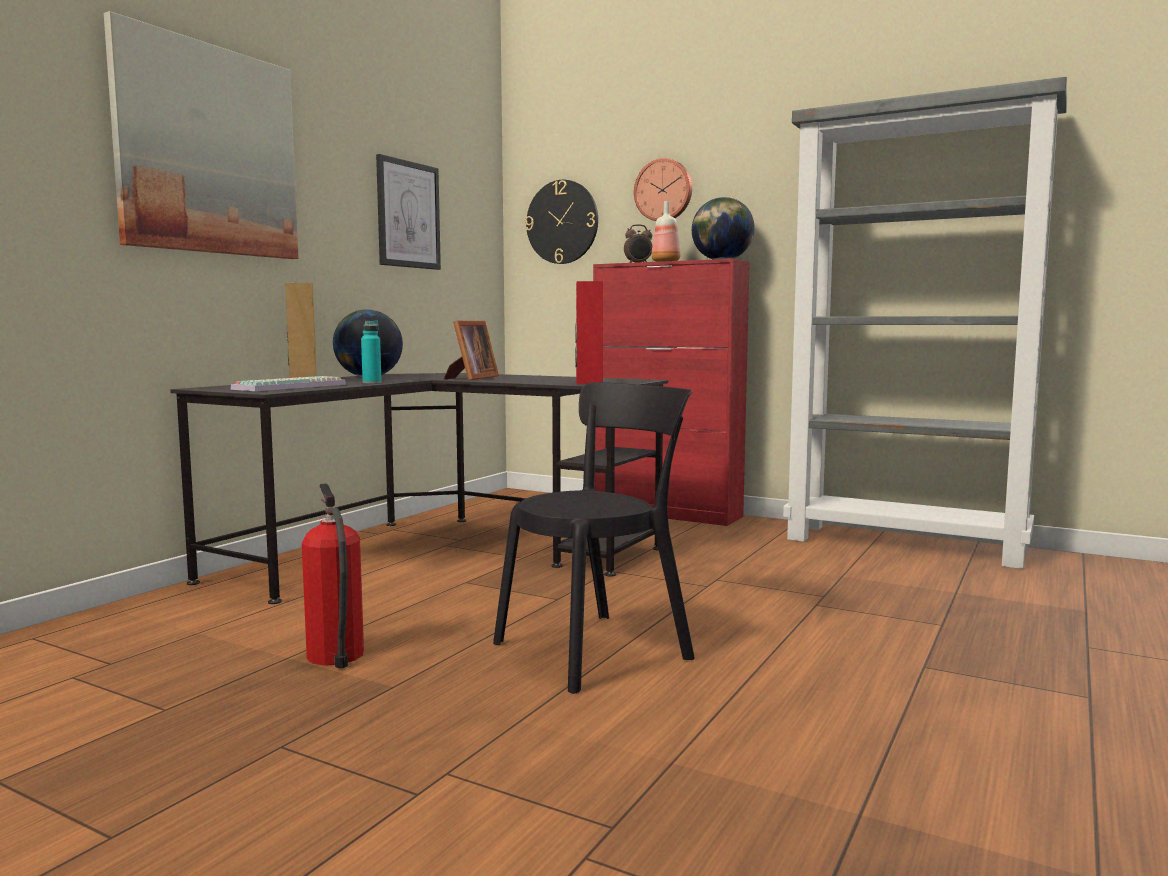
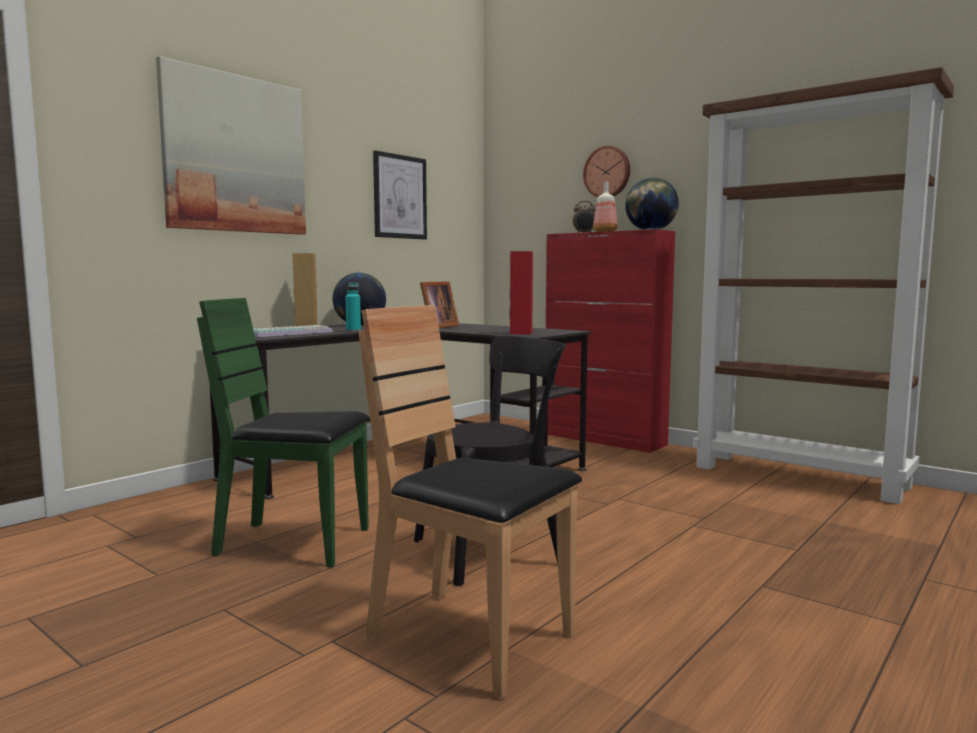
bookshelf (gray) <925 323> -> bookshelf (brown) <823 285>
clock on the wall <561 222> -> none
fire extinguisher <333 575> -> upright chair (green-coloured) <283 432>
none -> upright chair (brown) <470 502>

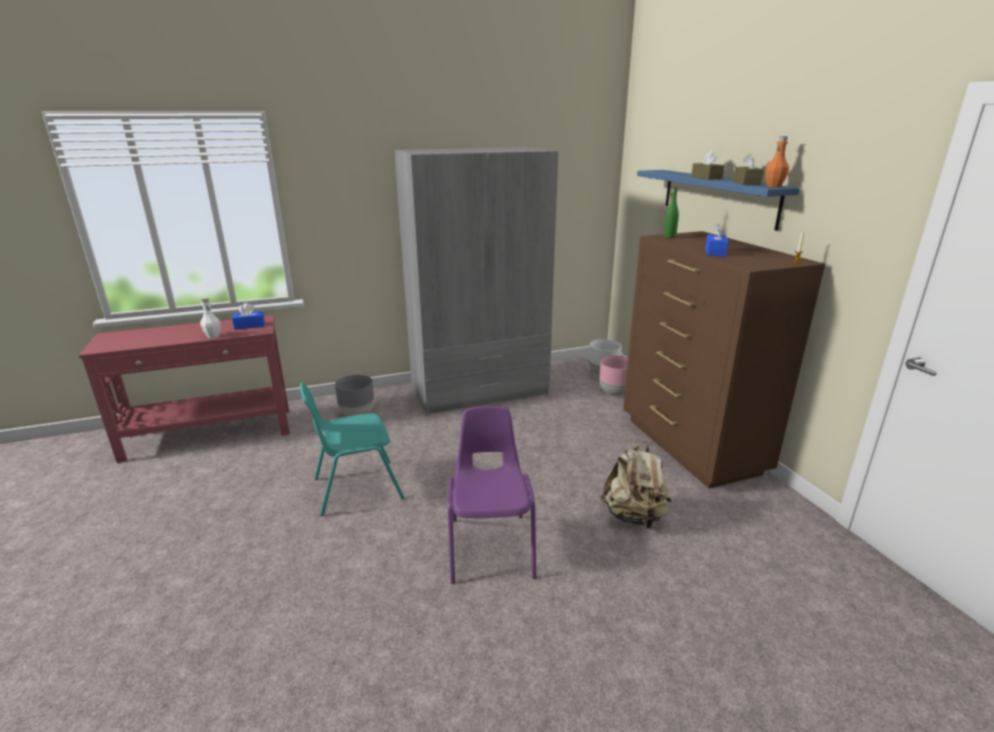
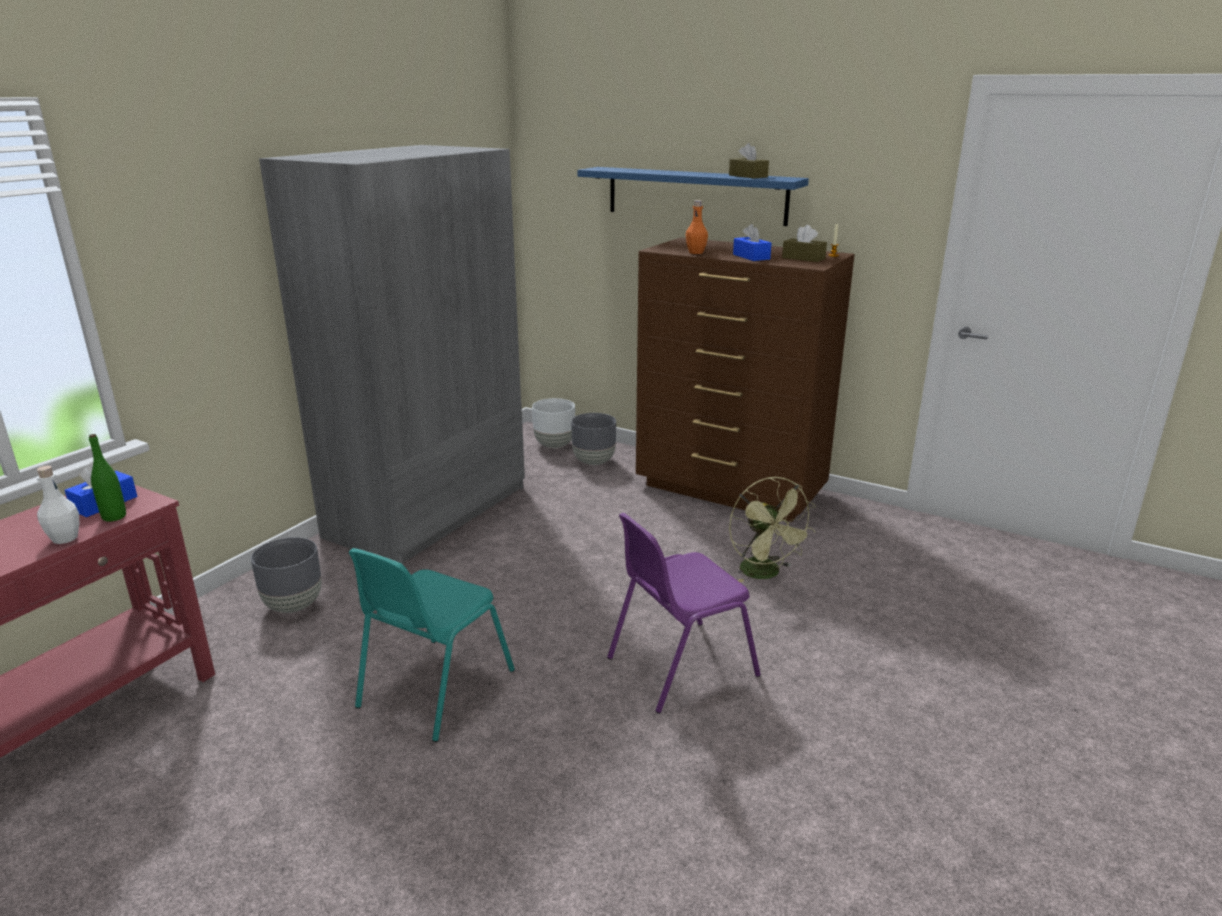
drink bottle (orange-coloured) <777 161> -> drink bottle (orange-coloured) <696 227>, relocated
tissue box (brown) <707 165> -> tissue box (brown) <804 243>, relocated
drink bottle (green-coloured) <671 212> -> drink bottle (green-coloured) <107 478>, relocated
flower pot (pink-coloured) <613 376> -> flower pot (gray) <593 439>
upright chair (purplish) <492 495> -> upright chair (purplish) <684 613>, 75 degrees counterclockwise
knapsack (sand-coloured) <636 485> -> electric fan (green-coloured) <772 530>

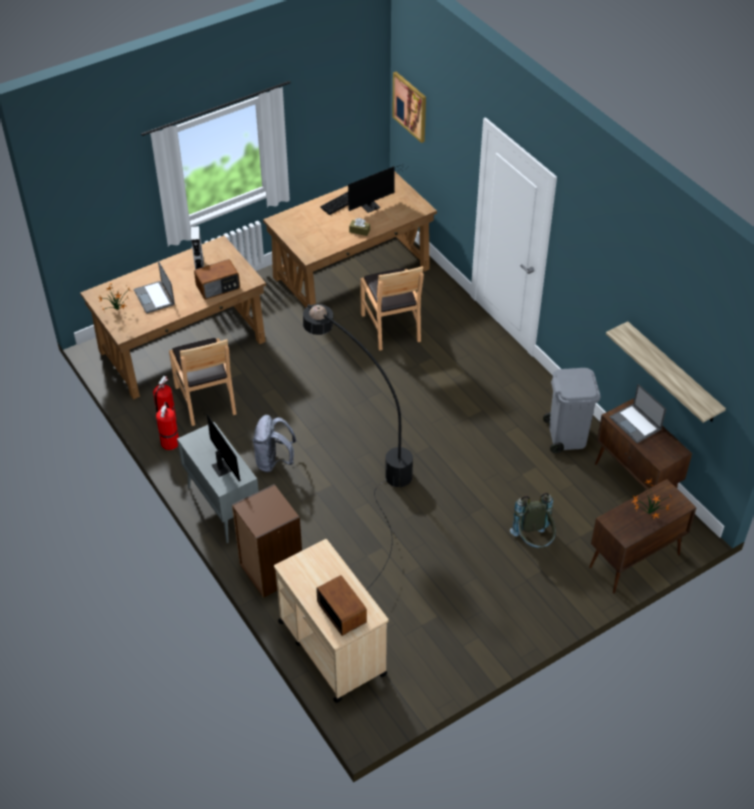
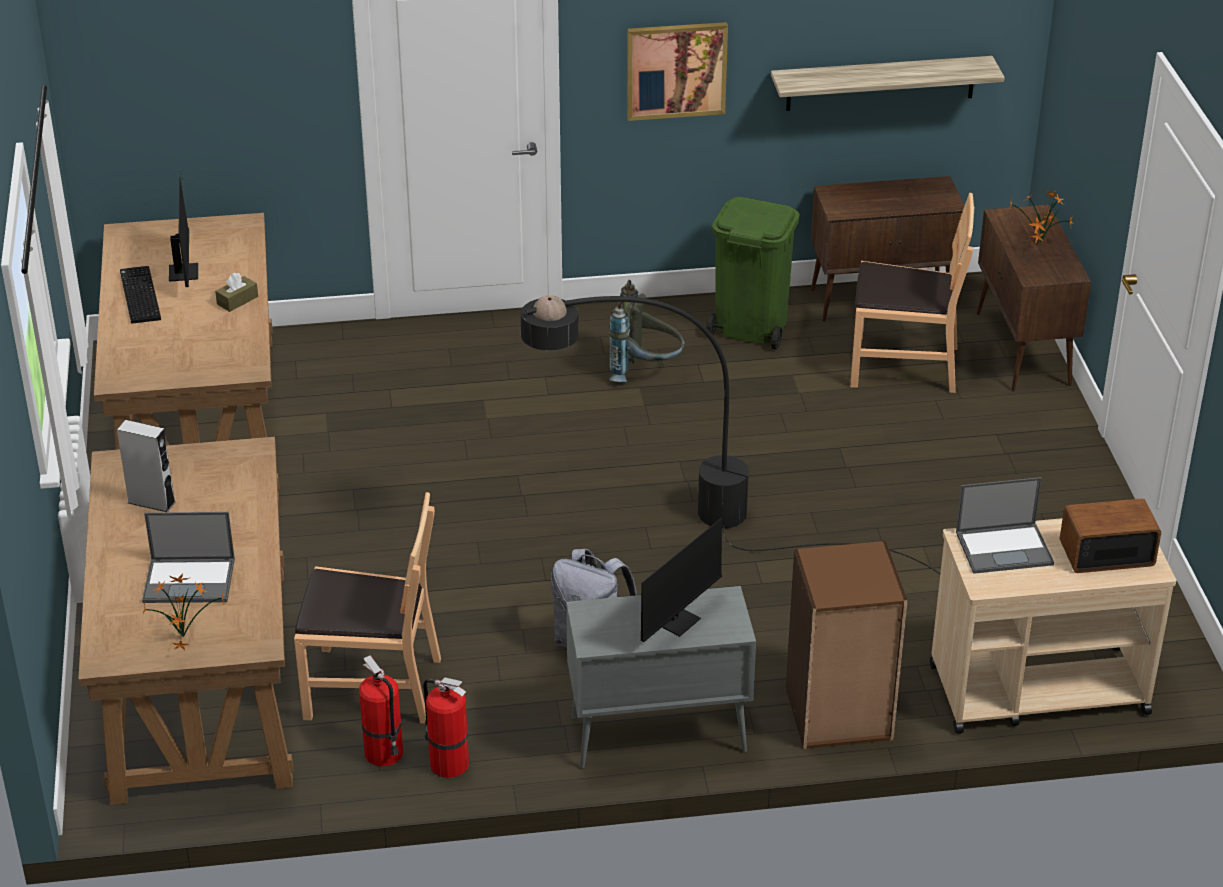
wall art <409 107> -> wall art <677 71>, relocated
radio <217 279> -> none
upright chair (brown) <392 308> -> upright chair (brown) <912 293>, relocated
trash can (gray) <571 410> -> trash can (green-coloured) <753 273>
laptop <637 413> -> laptop <1005 525>, relocated
computer screen <221 445> -> computer screen <691 576>, 135 degrees clockwise
knapsack (gray) <533 520> -> knapsack (gray) <647 331>, relocated

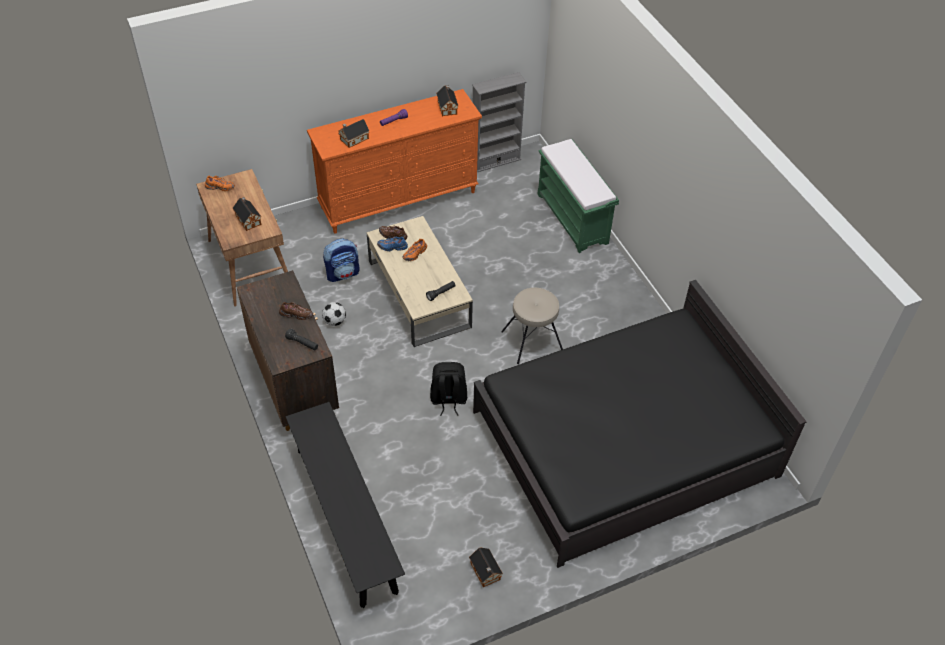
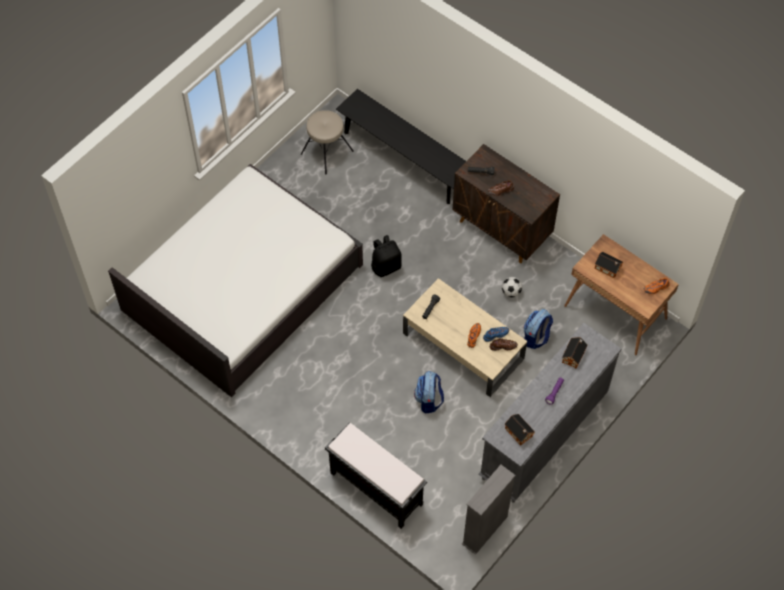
drawer chest (orange-coloured) <394 161> -> drawer chest (gray) <550 413>
long seat (green-coloured) <578 196> -> long seat (black-coloured) <376 475>
bedroom bed (black-coloured) <640 424> -> bedroom bed (whitish) <235 280>
stool seat (sand-coloured) <532 326> -> stool seat (sand-coloured) <327 142>, relocated
toy house <486 567> -> none
none -> knapsack <429 392>

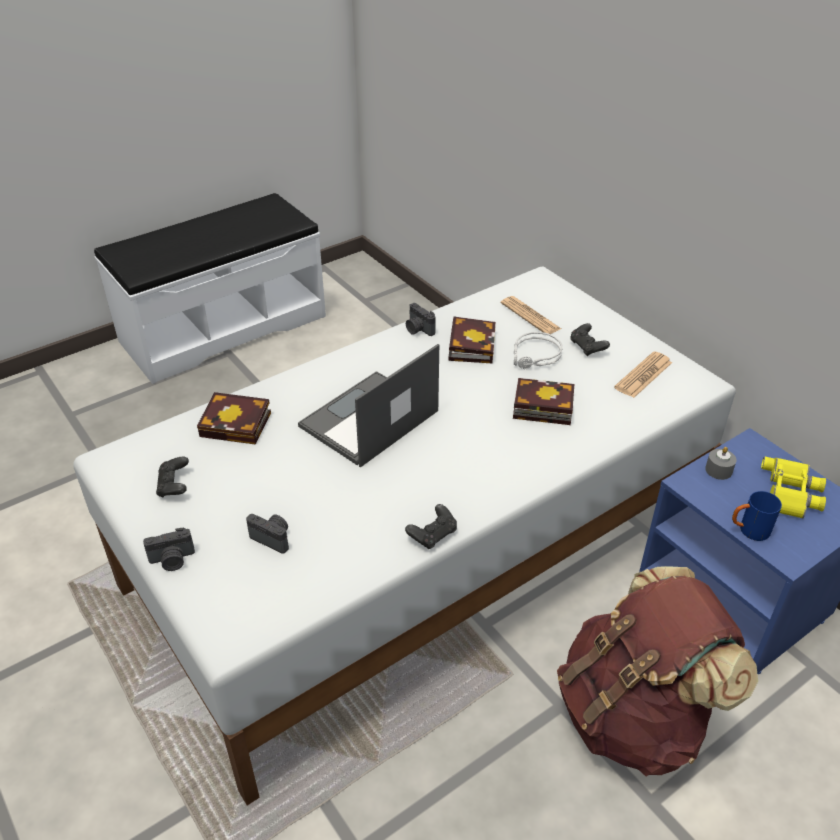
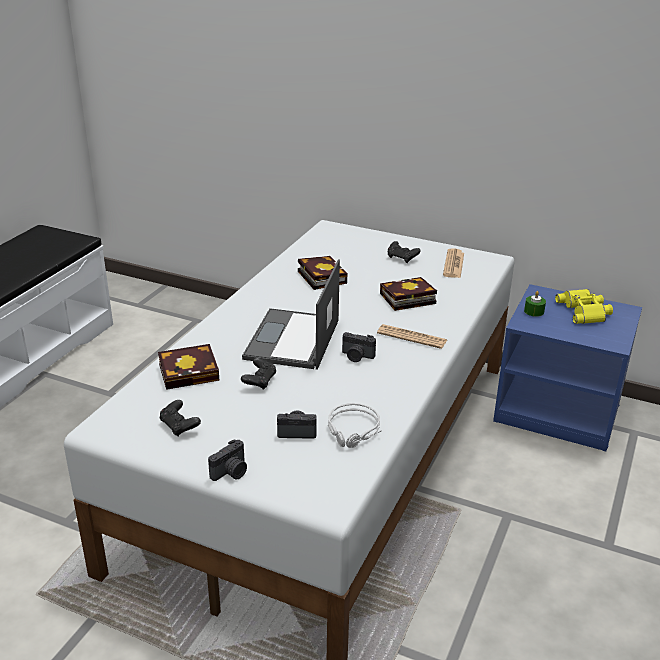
daily paper <531 315> -> daily paper <412 336>, relocated
photo camera <421 319> -> photo camera <359 347>, relocated
headphones (gray) <538 350> -> headphones (gray) <355 425>, relocated
wax candle (gray) <721 463> -> wax candle (green-coloured) <535 304>
tea mug (bluish) <757 516> -> none
gamepad (black-coloured) <431 526> -> gamepad (black-coloured) <258 374>, relocated
knapsack (brown) <657 671> -> none

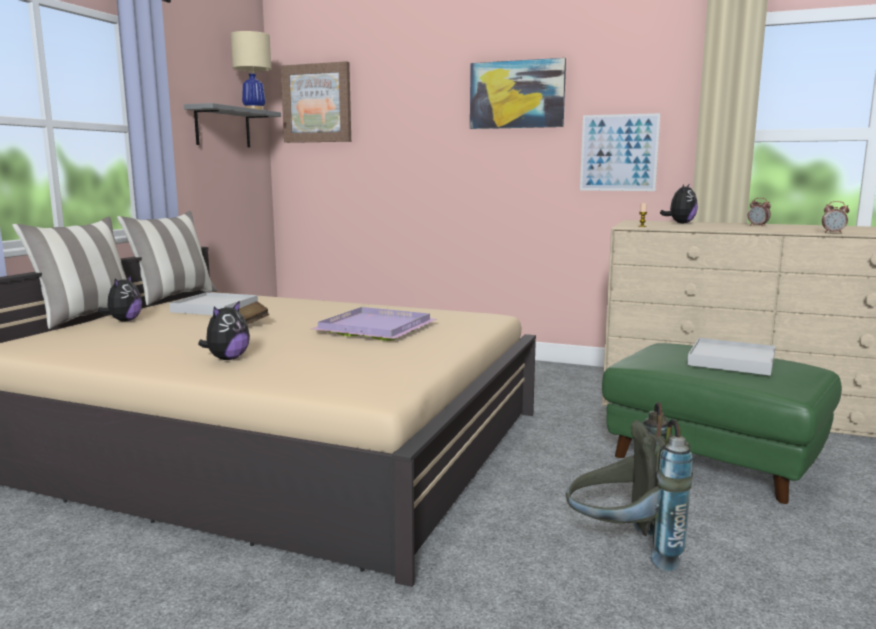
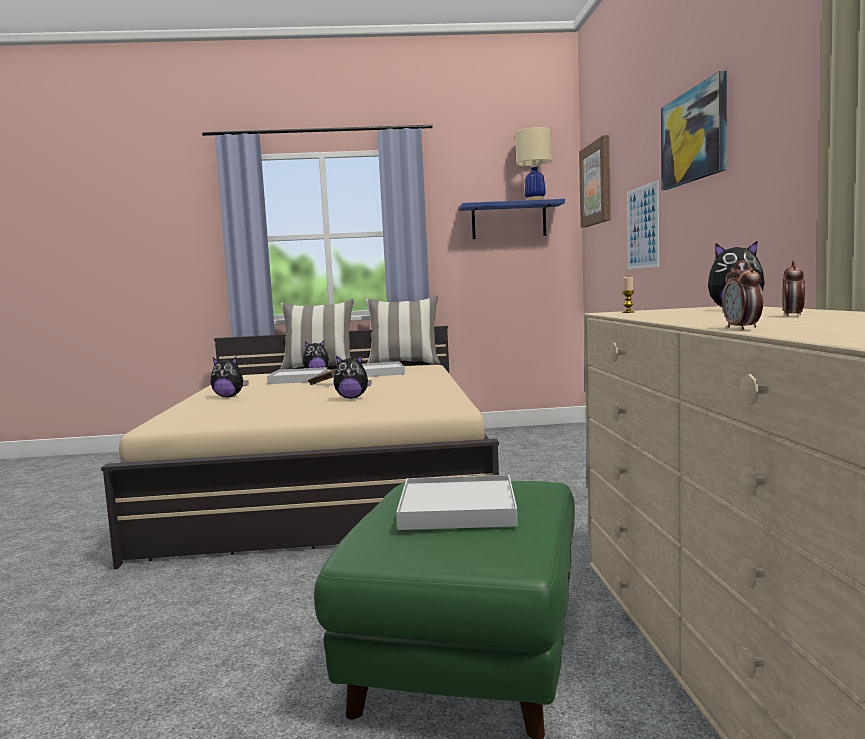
shelf (gray) <232 125> -> shelf (bluish) <512 219>
wall art <620 152> -> wall art <643 224>, relocated
serving tray (purplish) <374 324> -> cuddly toy <352 377>
knapsack (gray) <629 486> -> none
none -> serving tray (whitish) <297 375>

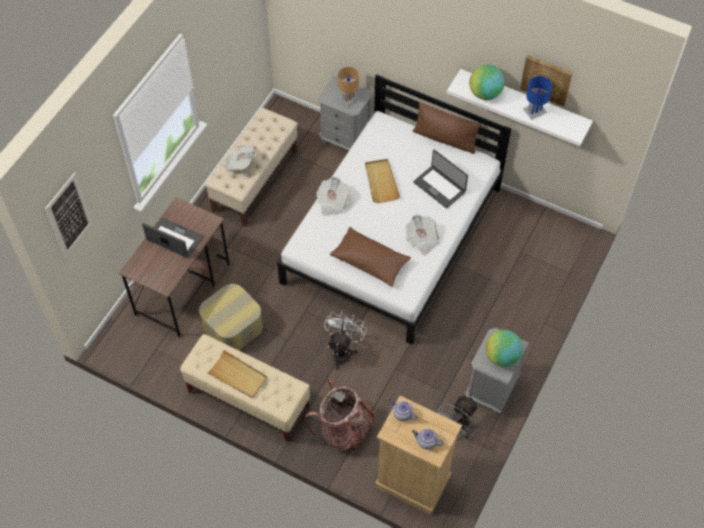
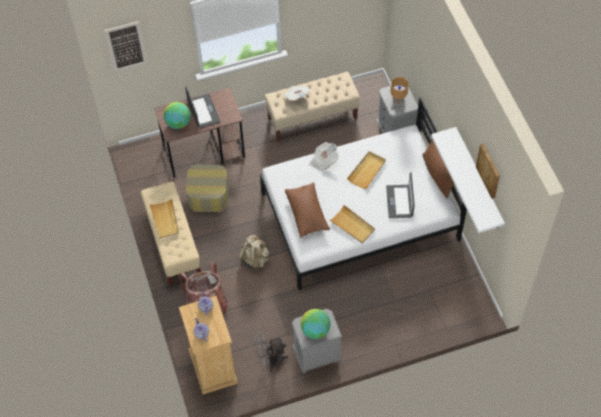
desk globe <487 82> -> desk globe <177 115>, relocated
tabletop lamp (bluish) <537 97> -> none
daily paper <423 235> -> serving tray (sand-coloured) <352 224>
electric fan (whitish) <345 340> -> knapsack (sand-coloured) <253 253>

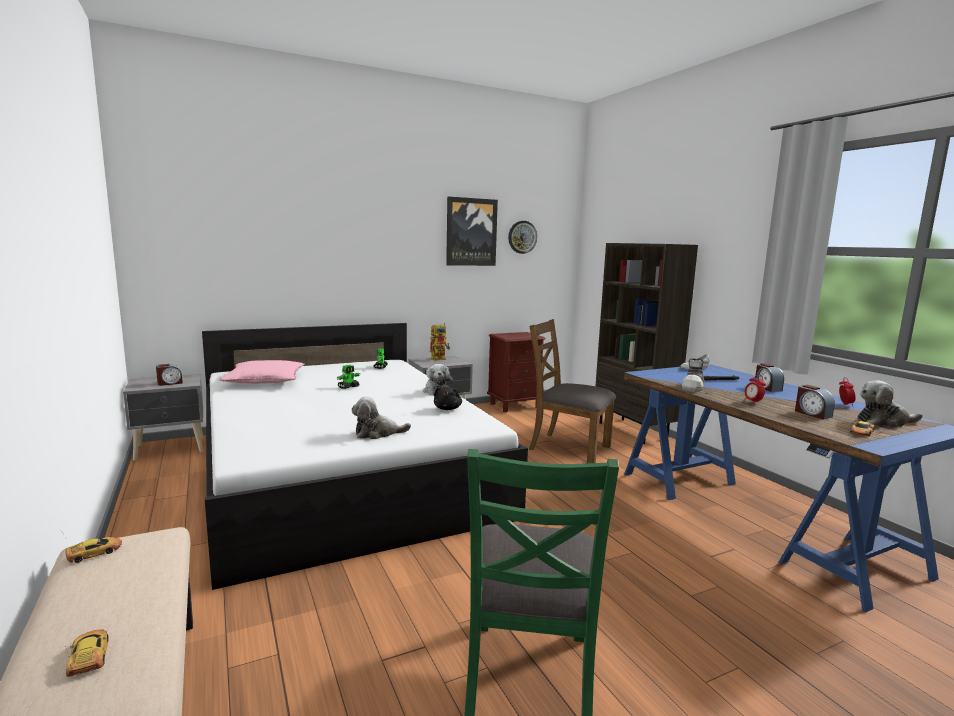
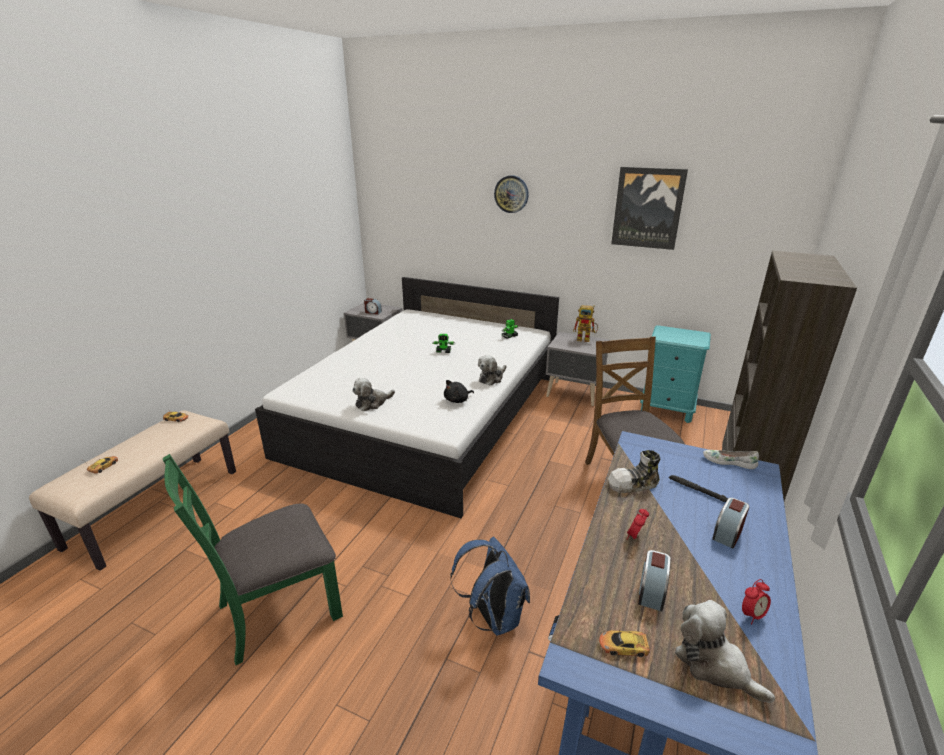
clock on the wall <522 237> -> clock on the wall <511 194>, relocated
bedside table (brown) <516 372> -> bedside table (turquoise) <675 374>
cushion (pink-coloured) <261 372> -> none
cuddly toy <381 417> -> cuddly toy <373 394>, 75 degrees counterclockwise
none -> knapsack (bluish) <490 586>

